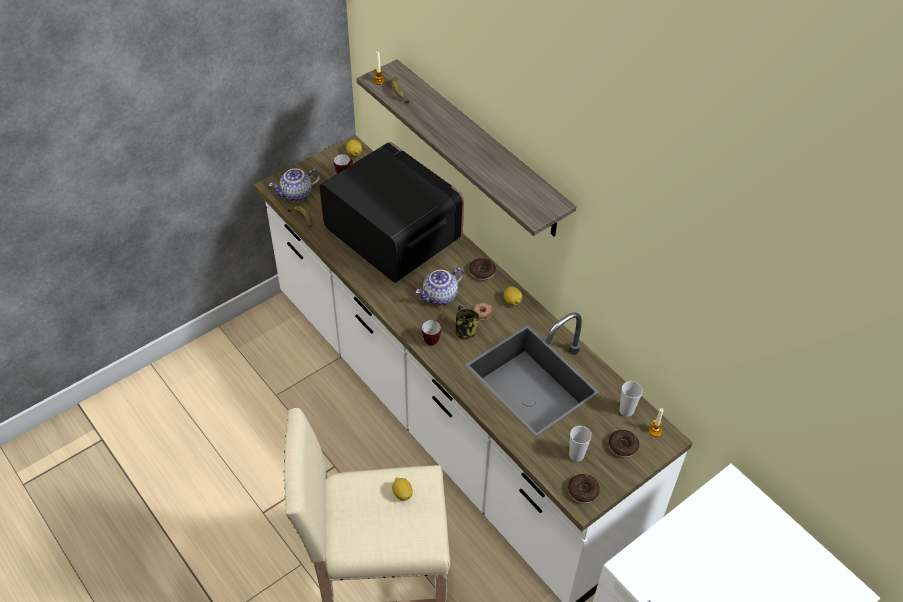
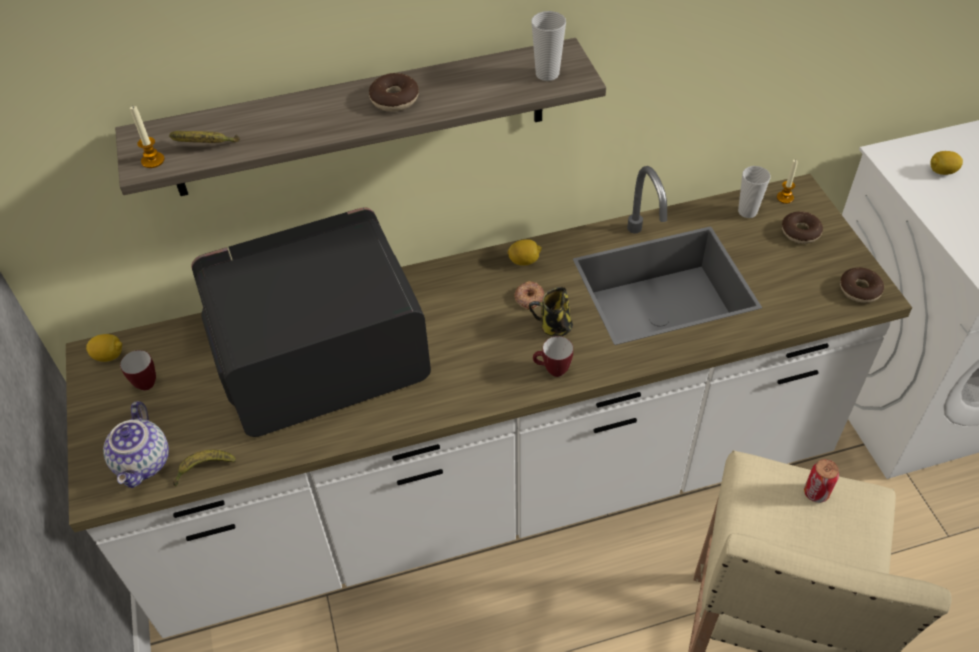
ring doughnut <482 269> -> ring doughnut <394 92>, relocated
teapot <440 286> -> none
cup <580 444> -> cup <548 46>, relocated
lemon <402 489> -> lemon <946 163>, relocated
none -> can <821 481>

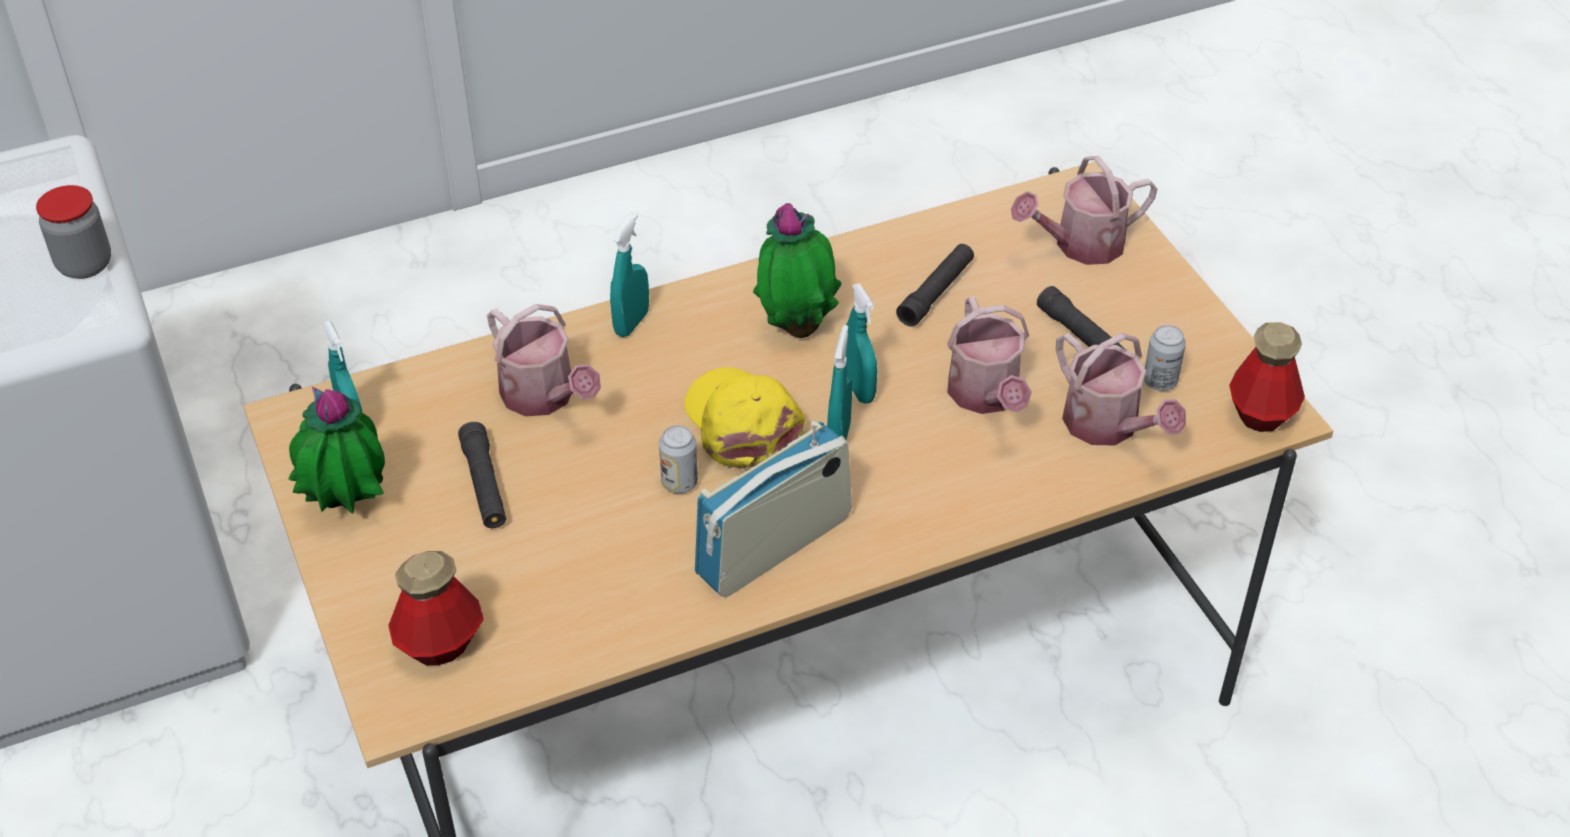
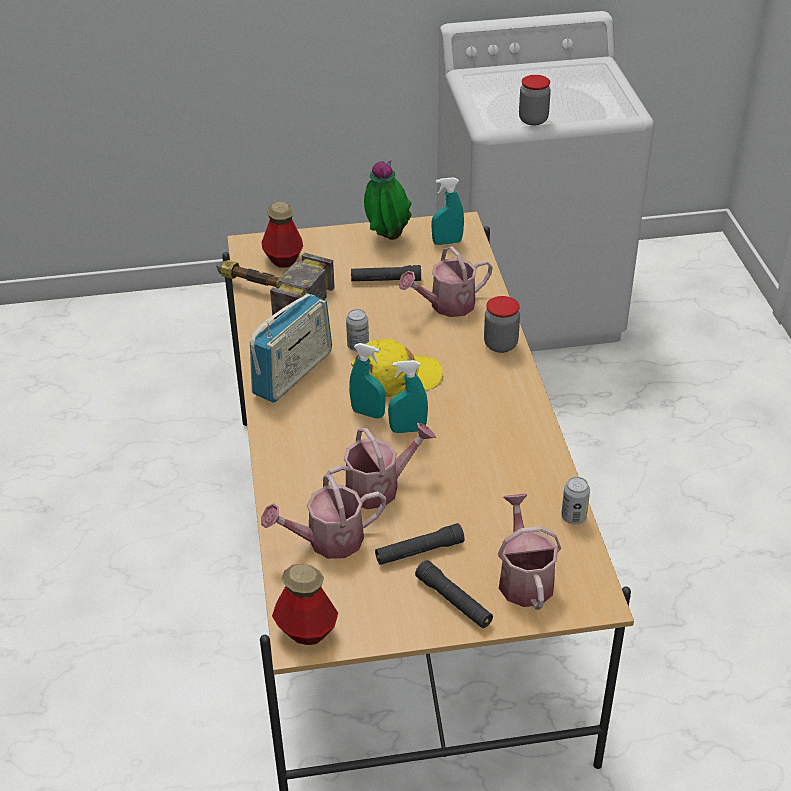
potted plant <797 270> -> none
sprayer (turquoise) <629 275> -> storage jar <502 324>
torch (black-coloured) <935 285> -> torch (black-coloured) <454 594>, relocated
sprinkling can <989 355> -> sprinkling can <379 466>, 150 degrees clockwise
can <1165 358> -> can <575 500>, relocated
radio <773 508> -> radio <291 348>, 60 degrees clockwise
none -> tool hammer <275 286>

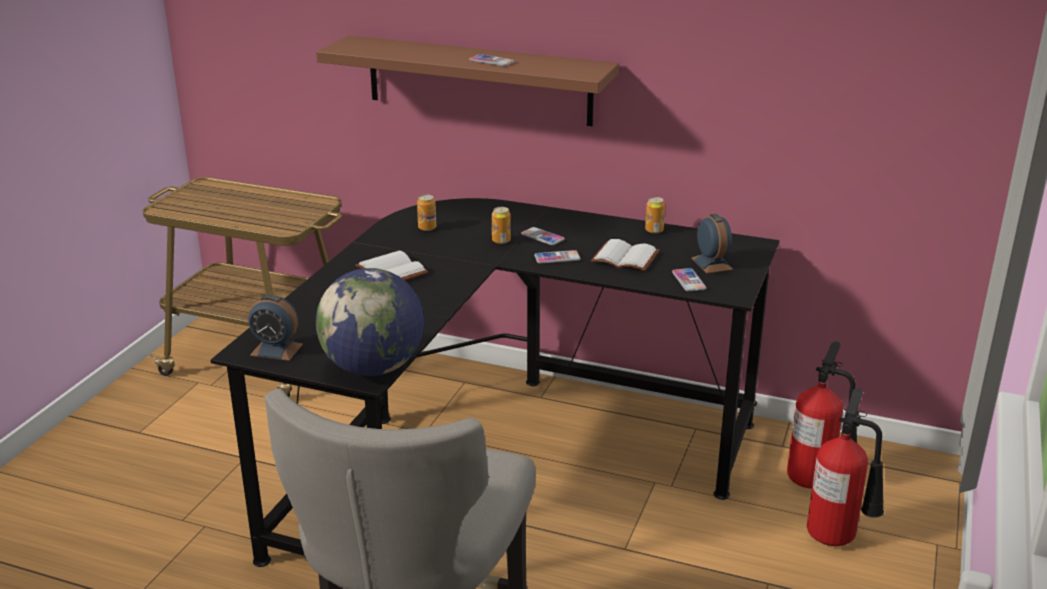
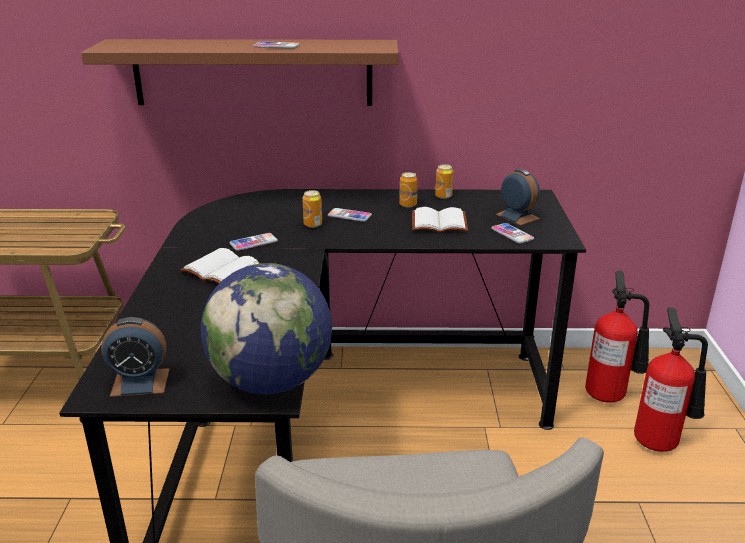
can <426 213> -> can <408 189>, relocated
phone <557 257> -> phone <253 242>, relocated

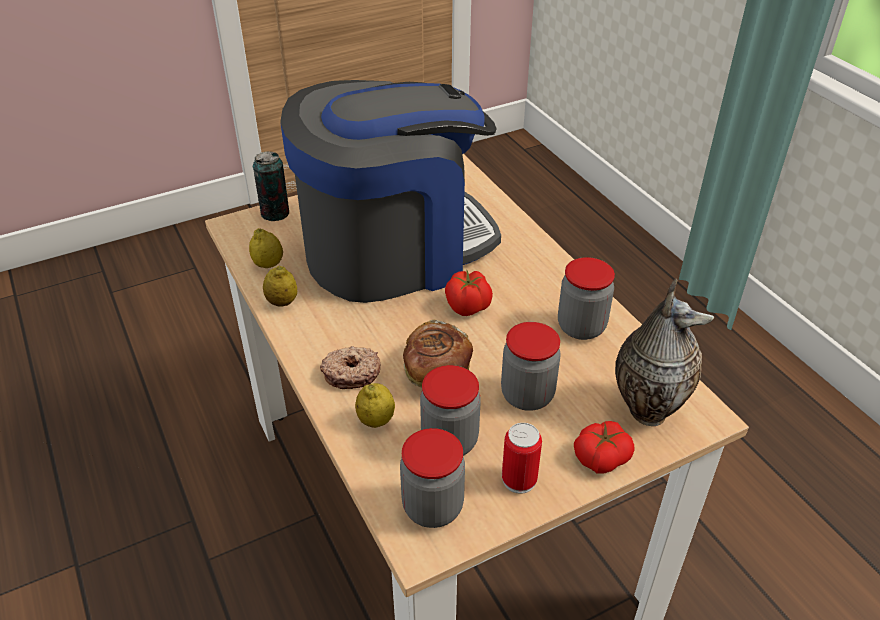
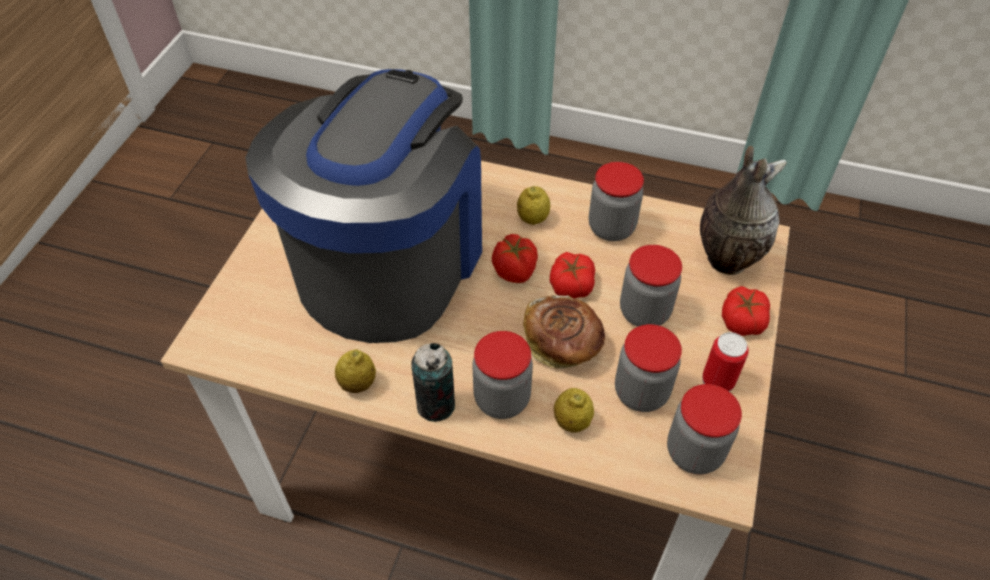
can <271 186> -> can <433 382>, relocated
lemon <266 248> -> lemon <533 205>, relocated
ring doughnut <350 367> -> storage jar <503 375>
none -> fresh tomato <572 275>

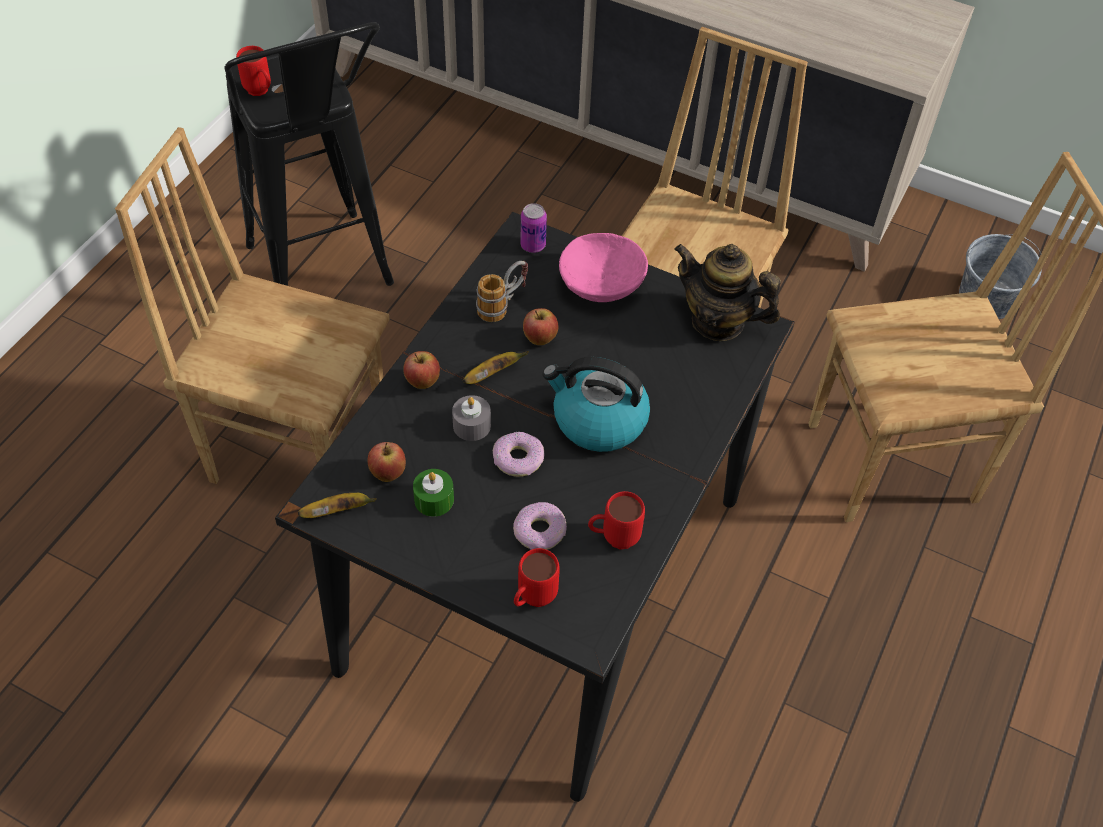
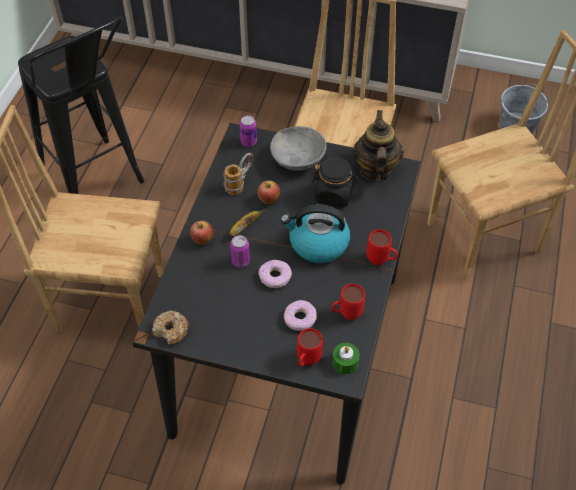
tea mug (reddish) <253 71> -> tea mug (reddish) <382 247>, relocated
deep dish (pink-coloured) <603 267> -> deep dish (gray) <298 148>
teapot <727 292> -> teapot <378 146>, 75 degrees clockwise
wax candle (gray) <471 418> -> can <240 251>
apple <387 462> -> none
wax candle (green-coloured) <433 493> -> wax candle (green-coloured) <346 358>, relocated
whole banana <337 505> -> ring doughnut <170 328>
none -> storage jar (black-coloured) <335 182>

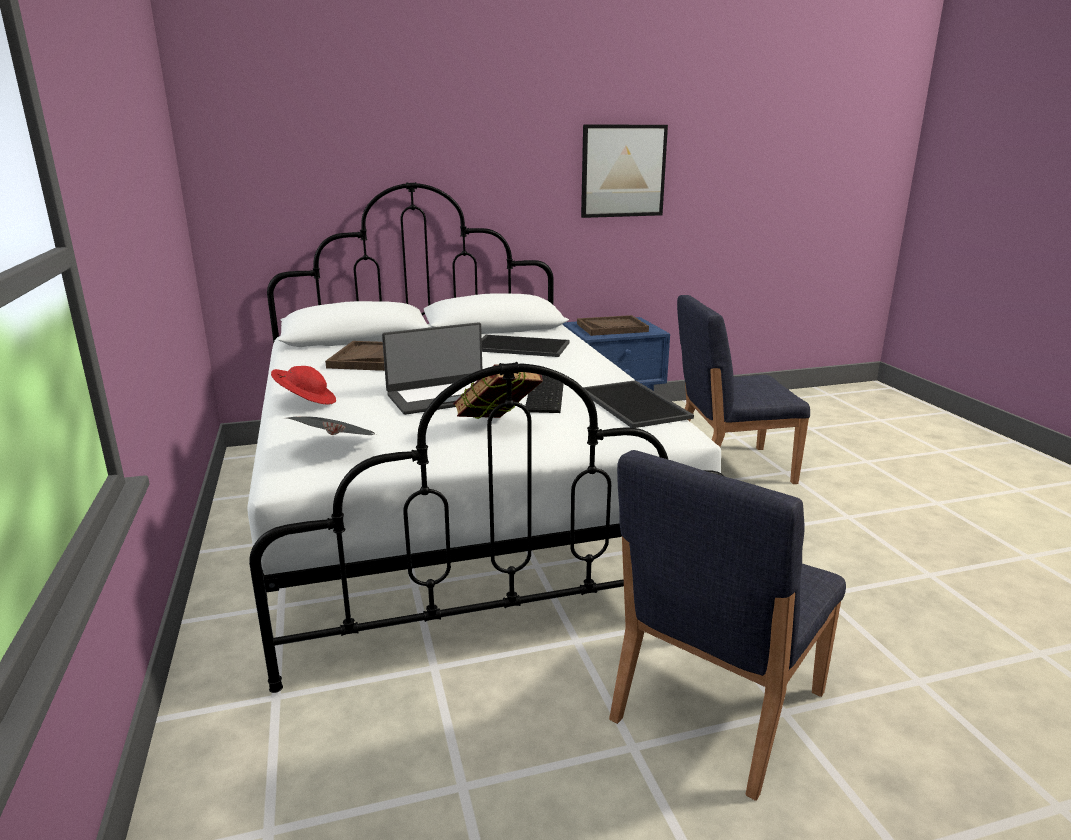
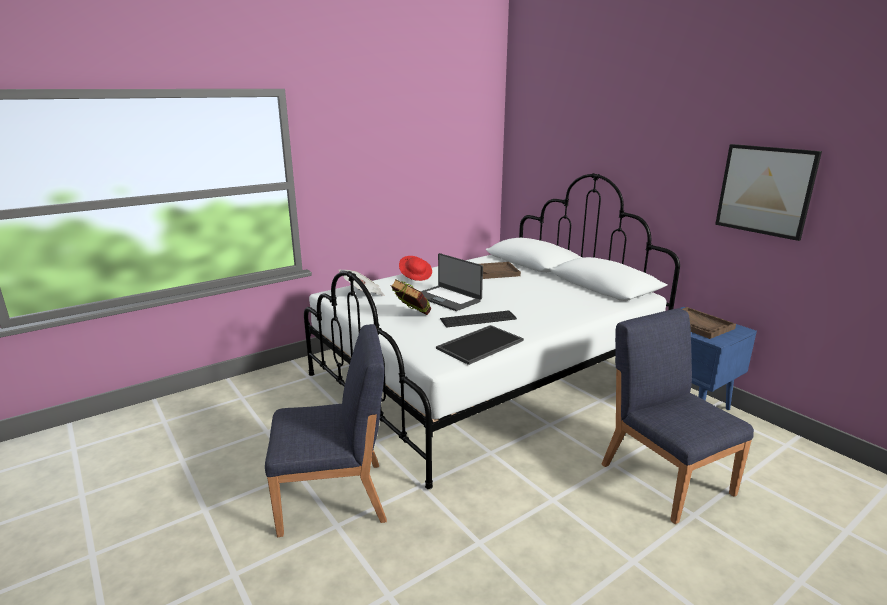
serving tray <526 346> -> none
upright chair (bluish) <727 625> -> upright chair (bluish) <326 430>, 150 degrees clockwise

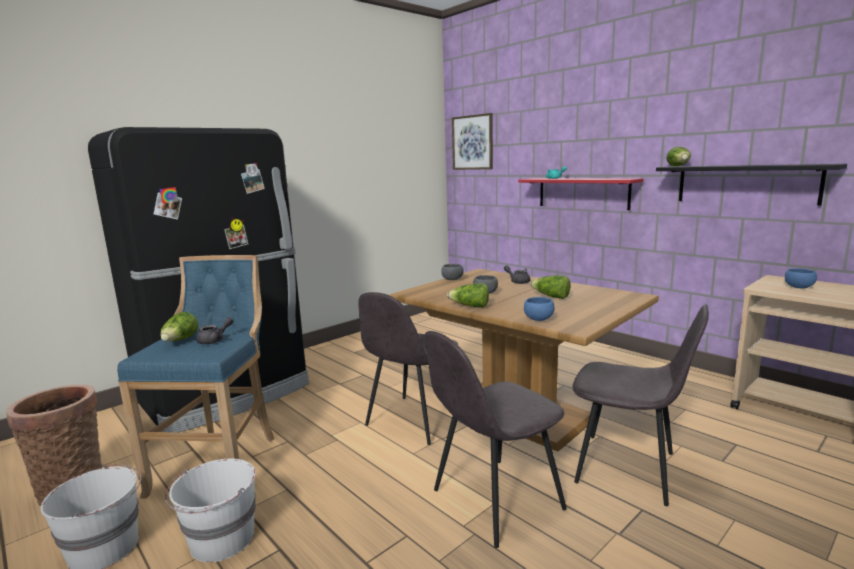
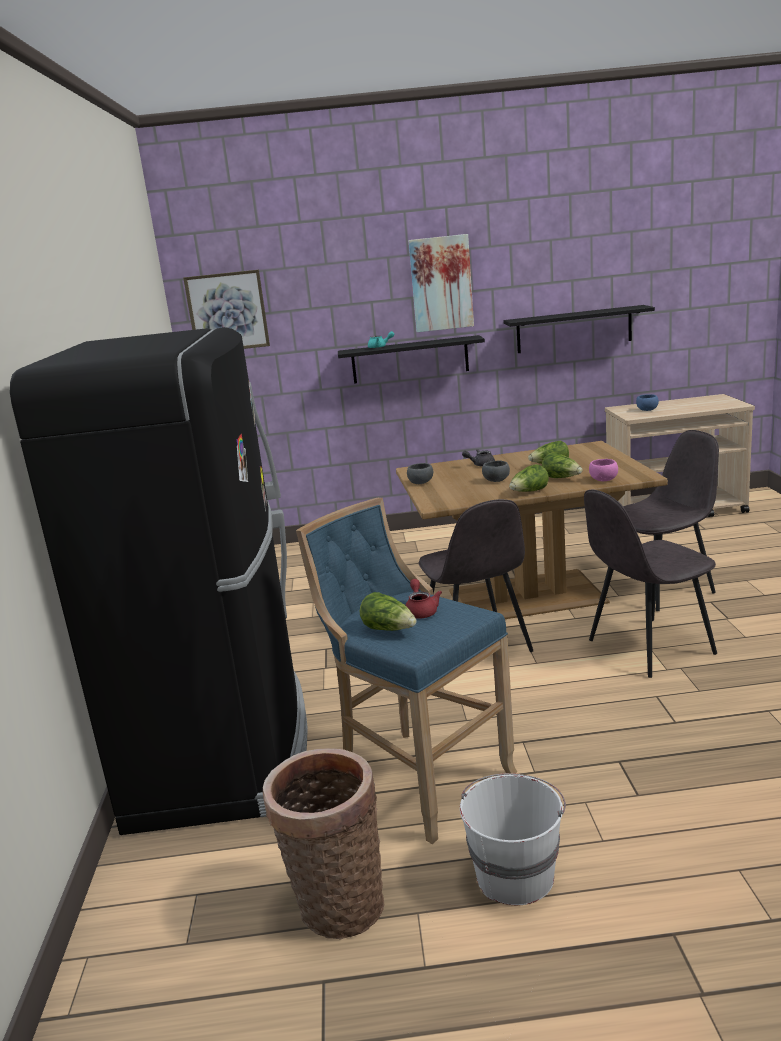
lettuce <678 156> -> lettuce <562 465>, relocated
shelf (reddish) <581 194> -> shelf (black-coloured) <411 359>
deep dish (bluish) <539 309> -> deep dish (pink-coloured) <603 470>
teapot (gray) <214 330> -> teapot (reddish) <423 599>
upright chair (gray) <495 439> -> upright chair (gray) <650 584>, 60 degrees clockwise
bucket (whitish) <210 510> -> none
none -> wall art <441 283>

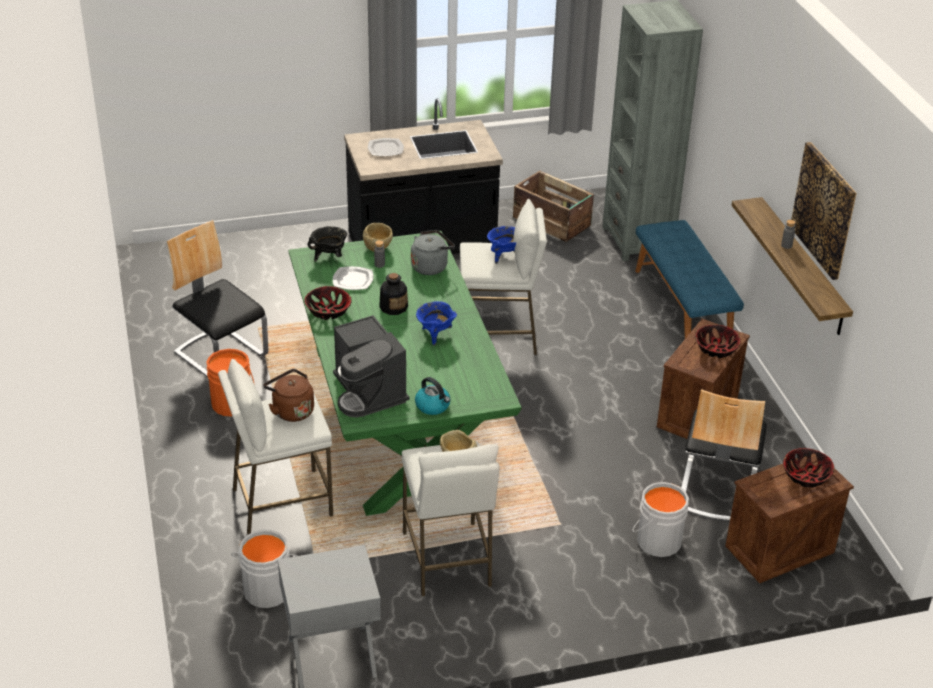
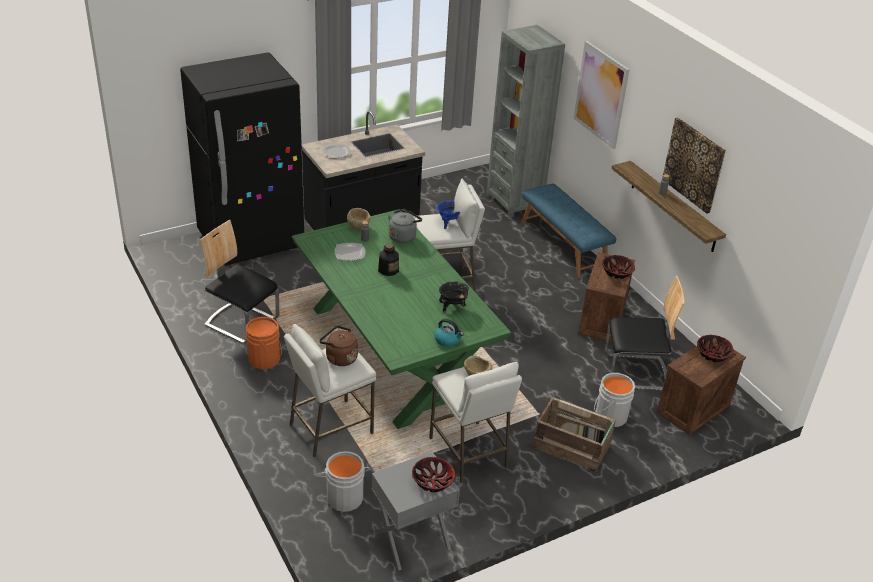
packing crate <553 206> -> packing crate <574 434>, relocated
saucepot (black-coloured) <328 244> -> saucepot (black-coloured) <454 296>, relocated
deep dish <328 303> -> deep dish <434 474>, relocated
saucepot (bluish) <436 323> -> none
coffee maker <371 366> -> none
upright chair <724 455> -> upright chair <645 333>, 90 degrees counterclockwise
none -> wall art <602 95>
none -> kitchen fridge (black-coloured) <242 159>

